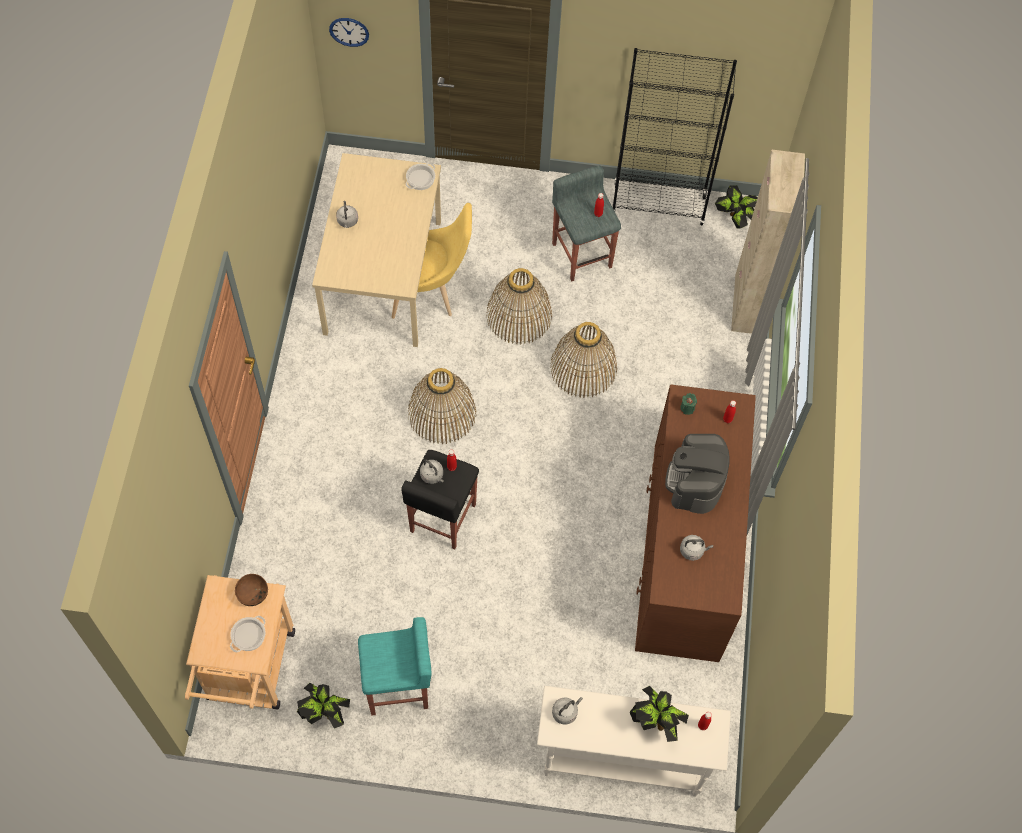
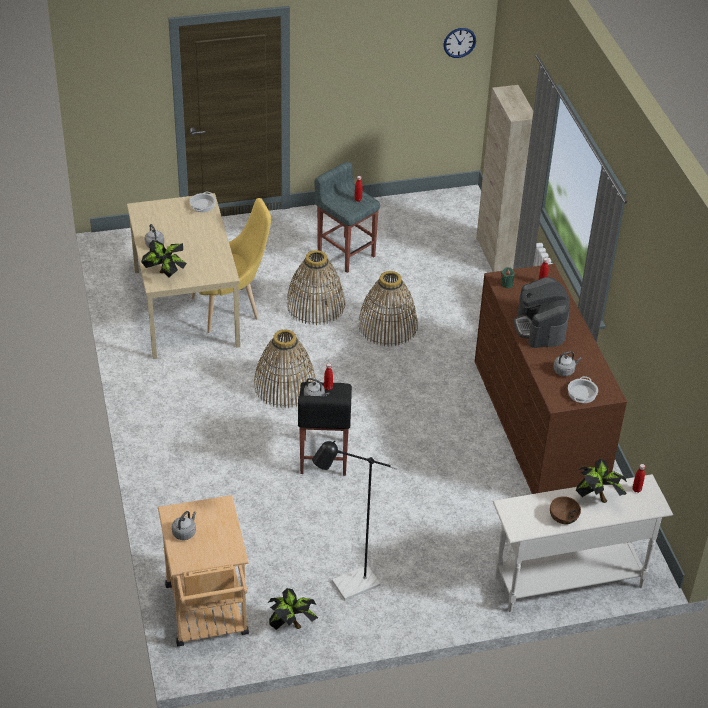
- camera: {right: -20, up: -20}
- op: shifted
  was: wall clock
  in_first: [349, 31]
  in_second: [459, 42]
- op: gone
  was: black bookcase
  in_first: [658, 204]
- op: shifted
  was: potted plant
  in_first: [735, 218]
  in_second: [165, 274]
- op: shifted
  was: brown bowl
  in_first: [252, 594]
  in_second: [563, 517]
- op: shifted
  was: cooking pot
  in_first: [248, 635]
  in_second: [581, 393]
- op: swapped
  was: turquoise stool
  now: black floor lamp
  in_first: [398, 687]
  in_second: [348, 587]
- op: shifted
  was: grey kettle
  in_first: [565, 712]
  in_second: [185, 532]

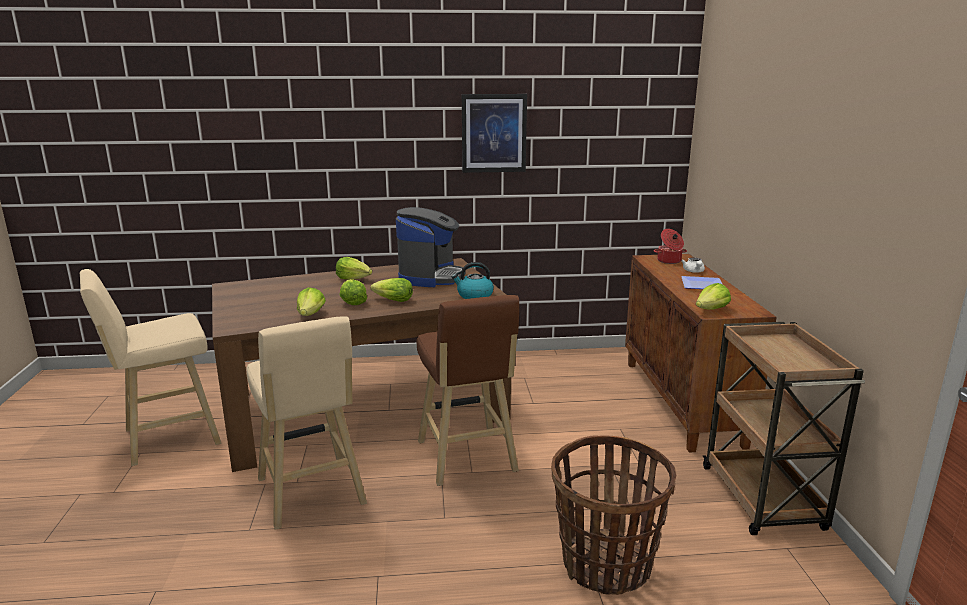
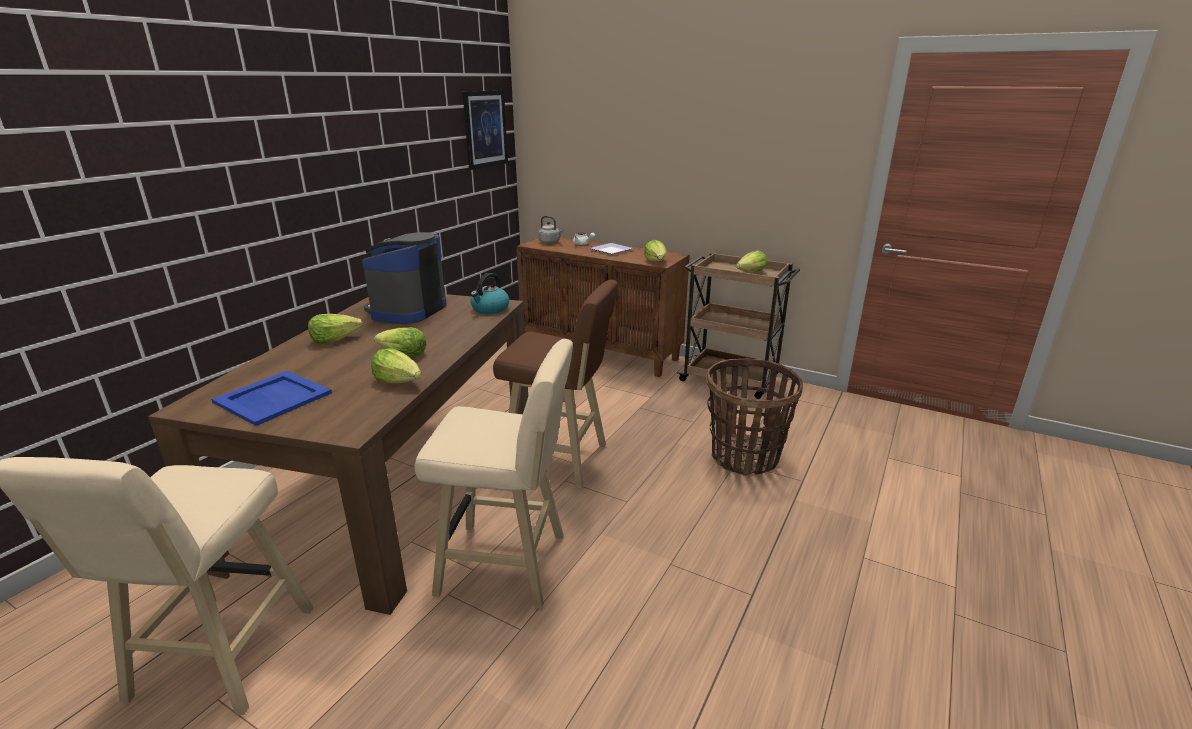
- camera: {right: -55, up: 5}
- op: shifted
  was: picture
  in_first: [494, 133]
  in_second: [485, 129]
- op: rotated
  was: coffee machine
  in_first: [431, 277]
  in_second: [407, 310]
  clockwise: -120
- op: swapped
  was: cooking pot
  now: grey kettle
  in_first: [669, 261]
  in_second: [550, 242]
- op: shifted
  was: lettuce
  in_first: [393, 300]
  in_second: [751, 272]
- op: new
  now: blue tray
  in_second: [272, 398]

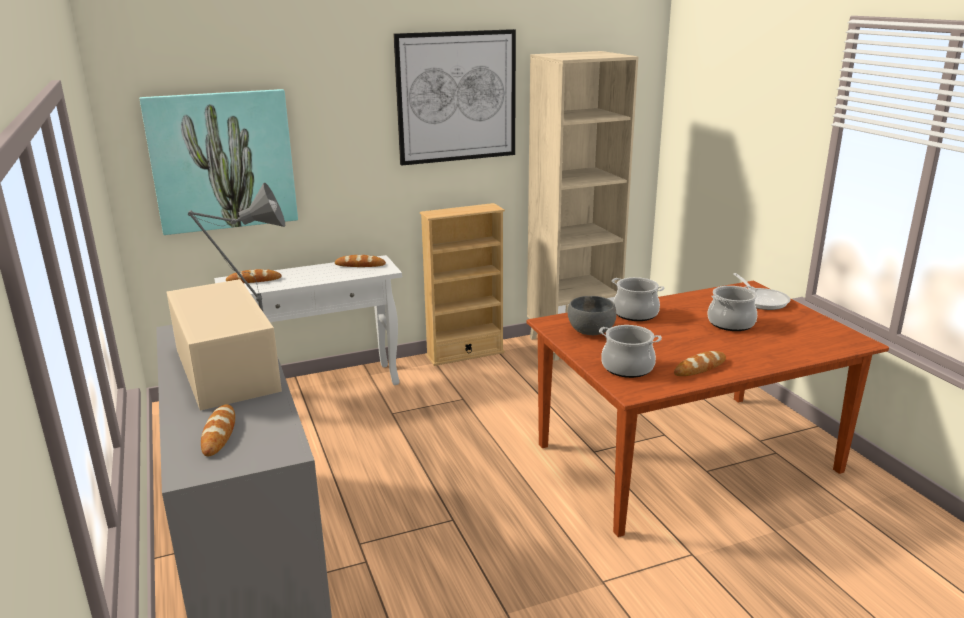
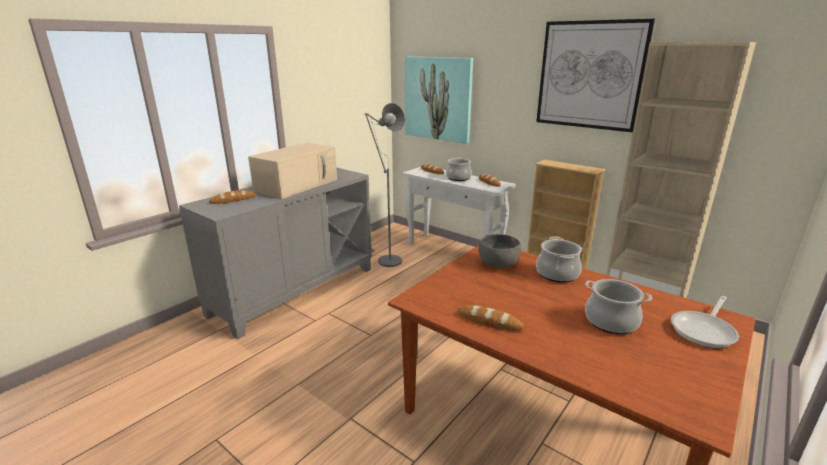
- camera: {right: 60, up: 0}
- op: shifted
  was: cooking pot
  in_first: [627, 367]
  in_second: [458, 178]

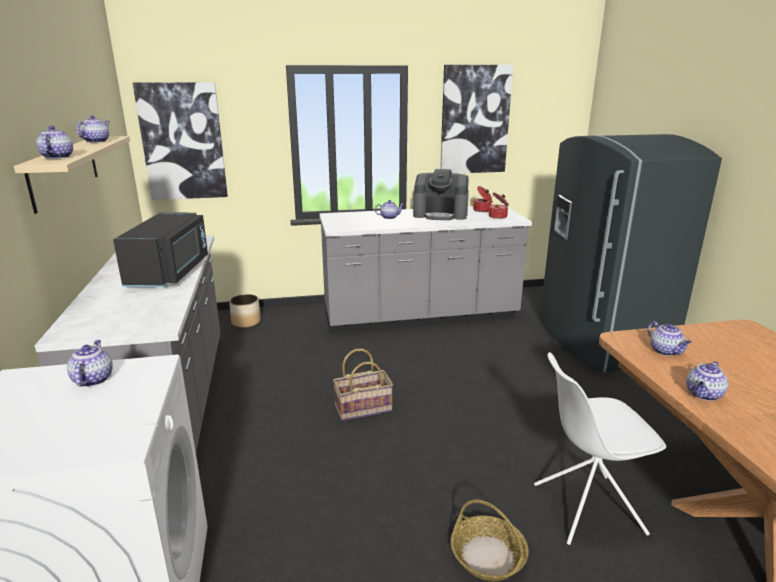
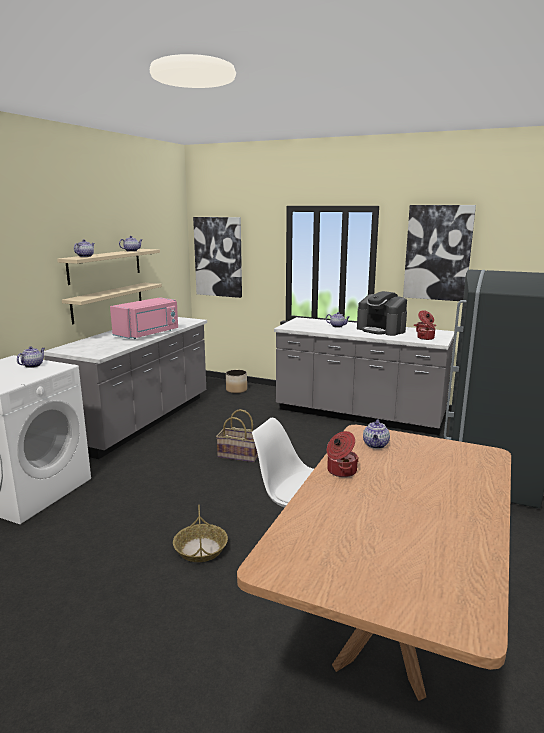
- camera: {right: 35, up: -5}
- op: repainted
  was: black microwave
  now: pink microwave
  in_first: [171, 272]
  in_second: [148, 334]
- op: swapped
  was: teapot
  now: cooking pot
  in_first: [704, 395]
  in_second: [341, 471]
- op: new
  now: beige shelf
  in_second: [108, 302]

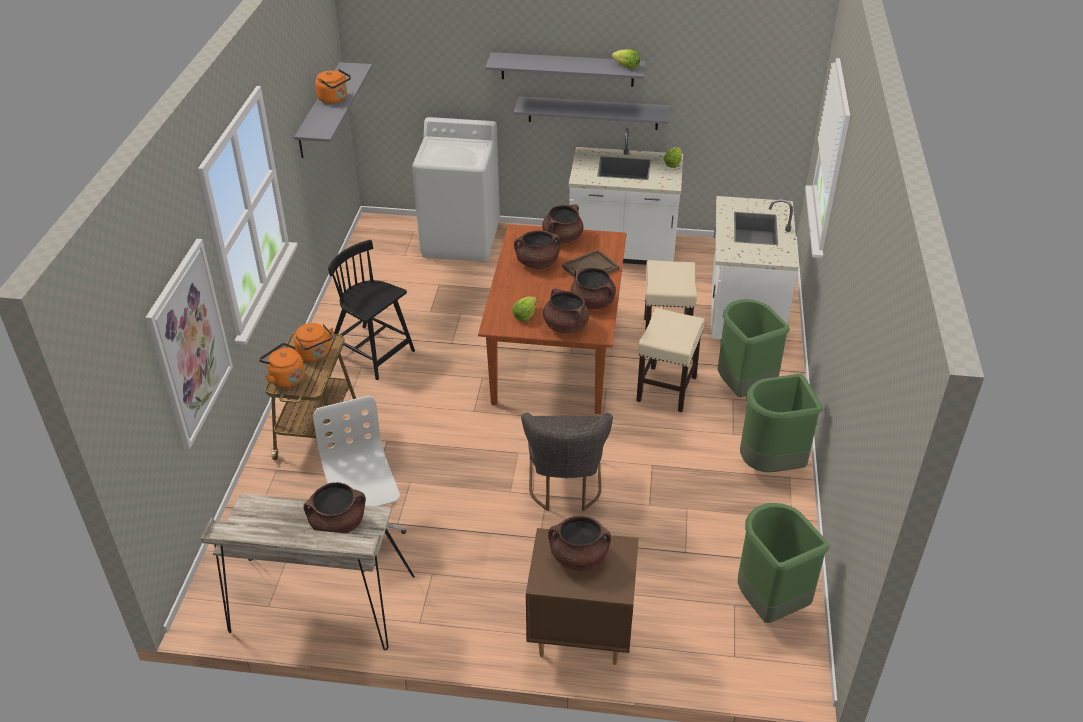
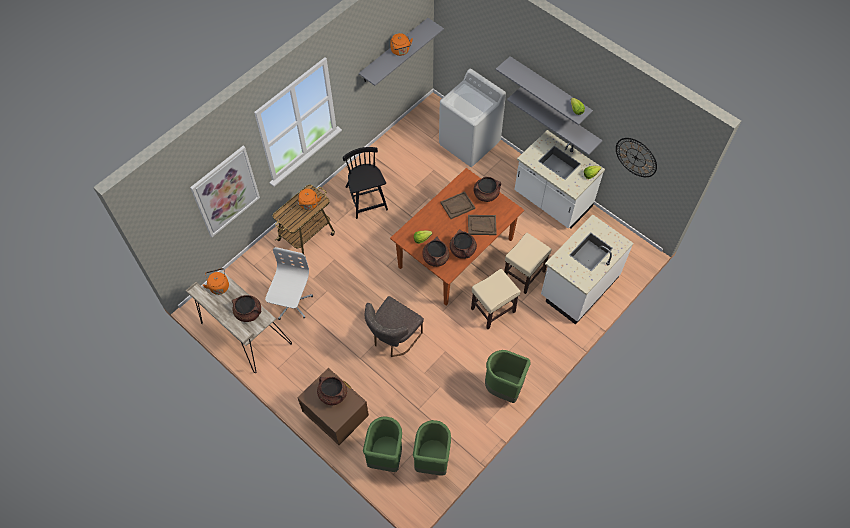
- camera: {right: 35, up: 20}
- op: swapped
  was: brown cooking pot
  now: brown tray
  in_first: [537, 263]
  in_second: [457, 206]
- op: shifted
  was: green trash can
  in_first: [742, 387]
  in_second: [385, 456]
- op: shifted
  was: orange kettle
  in_first: [285, 378]
  in_second: [219, 286]
- op: new
  now: wall clock
  in_second: [636, 157]

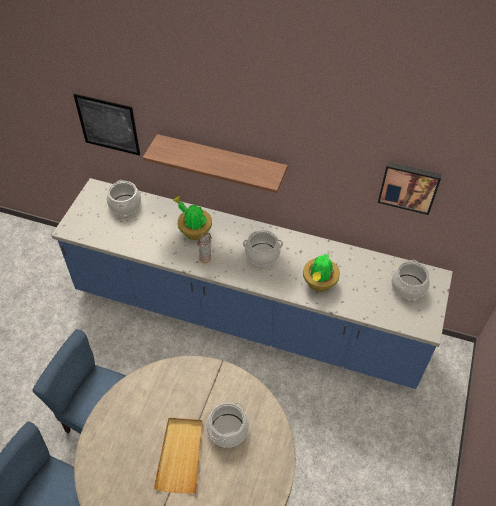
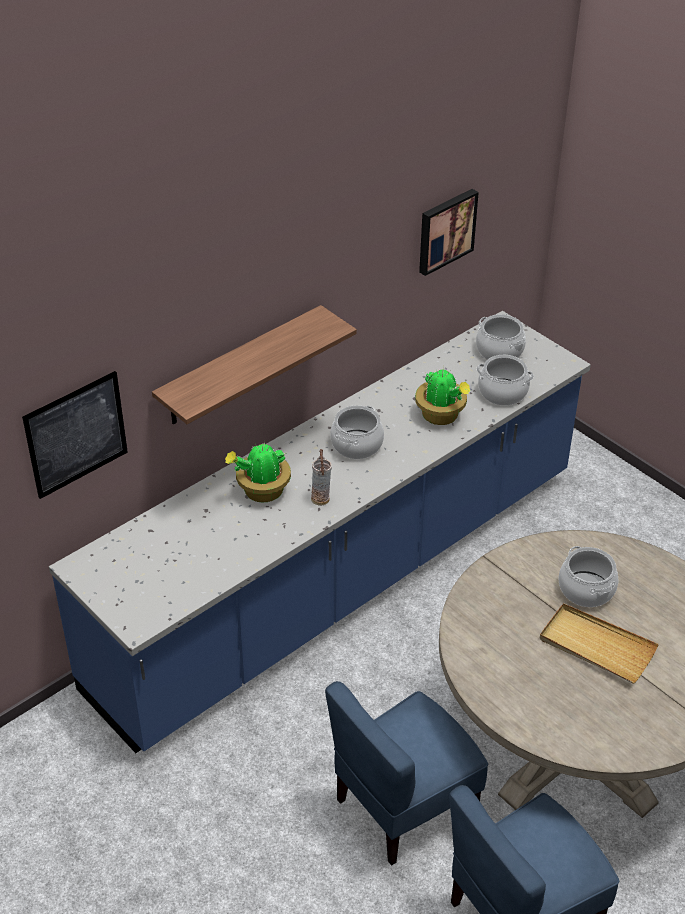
- camera: {right: -60, up: -10}
- op: shifted
  was: cooking pot
  in_first: [125, 205]
  in_second: [503, 392]

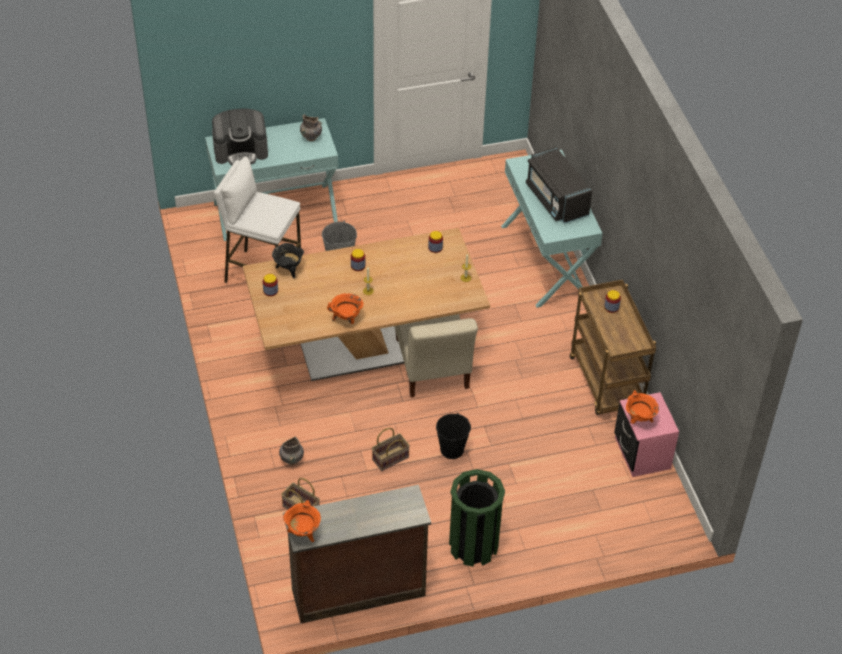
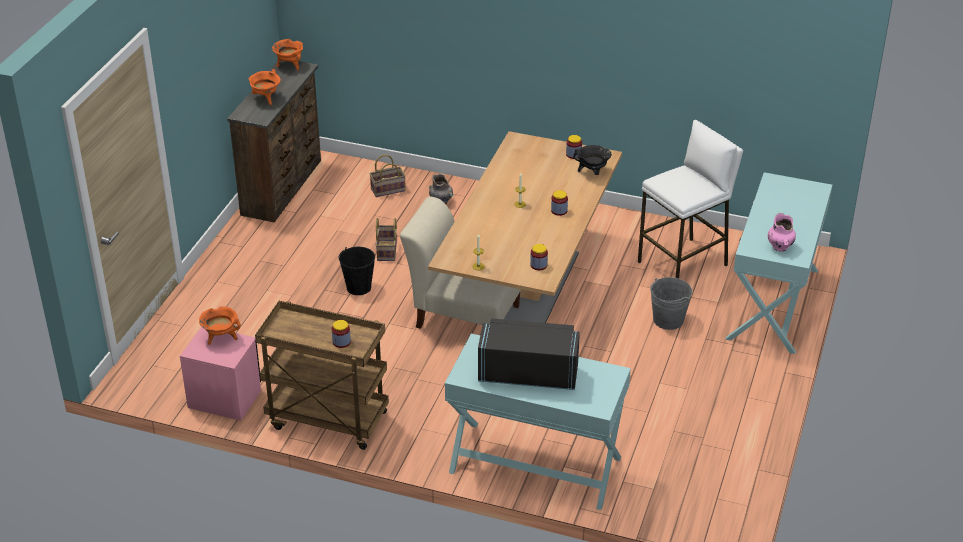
- camera: {right: 125, up: -10}
- op: gone
  was: coffee machine
  in_first: [241, 151]
- op: repainted
  was: grey vase
  now: pink vase
  in_first: [311, 137]
  in_second: [780, 247]
- op: shifted
  was: orange cooking pot
  in_first: [346, 319]
  in_second: [266, 99]
- op: gone
  was: green trash can
  in_first: [473, 545]

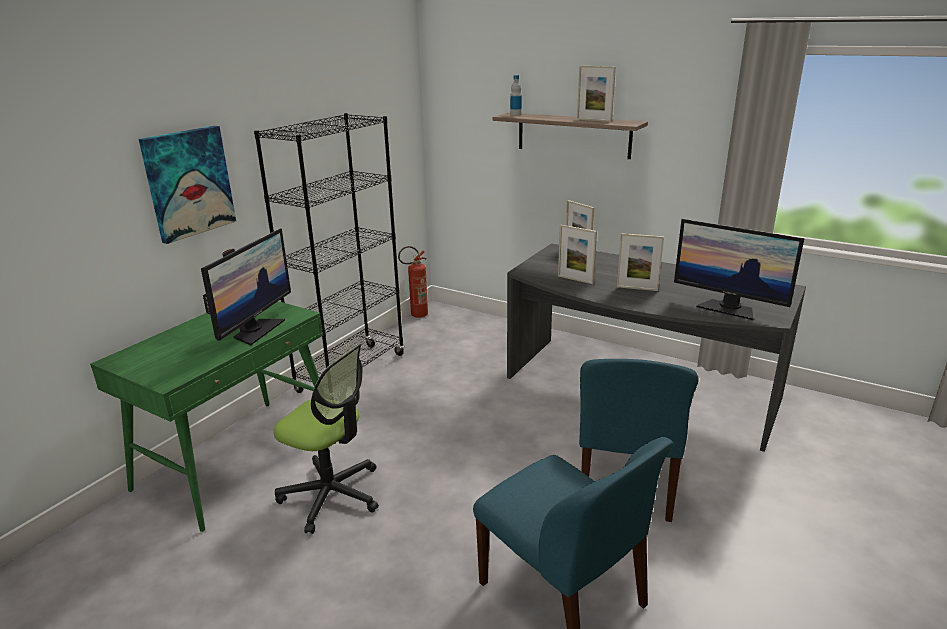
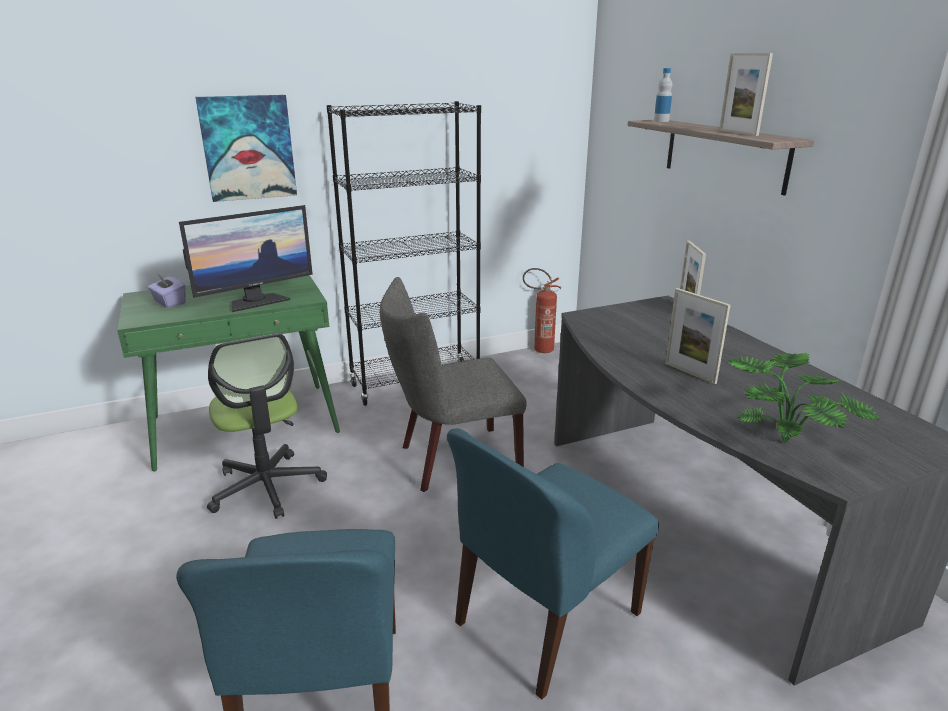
- camera: {right: 35, up: 0}
- op: swapped
  was: monitor
  now: potted plant
  in_first: [728, 308]
  in_second: [785, 438]
- op: gone
  was: picture frame
  in_first: [575, 279]
- op: new
  now: purple tissue box
  in_second: [169, 302]
- op: new
  now: grey chair
  in_second: [452, 460]

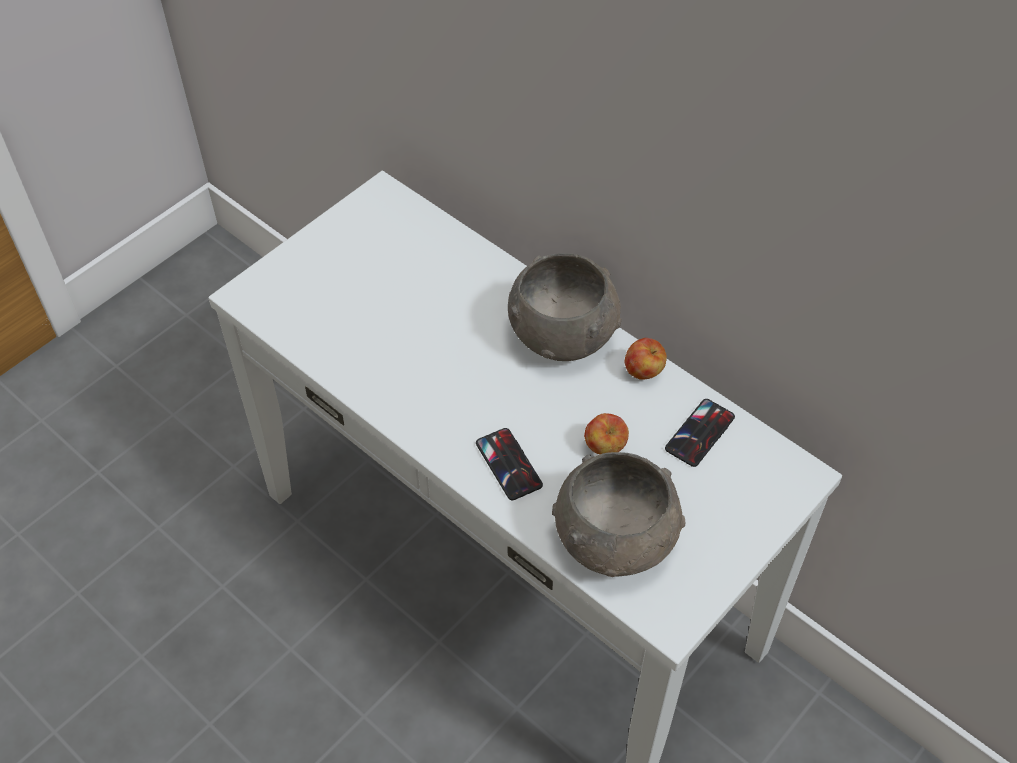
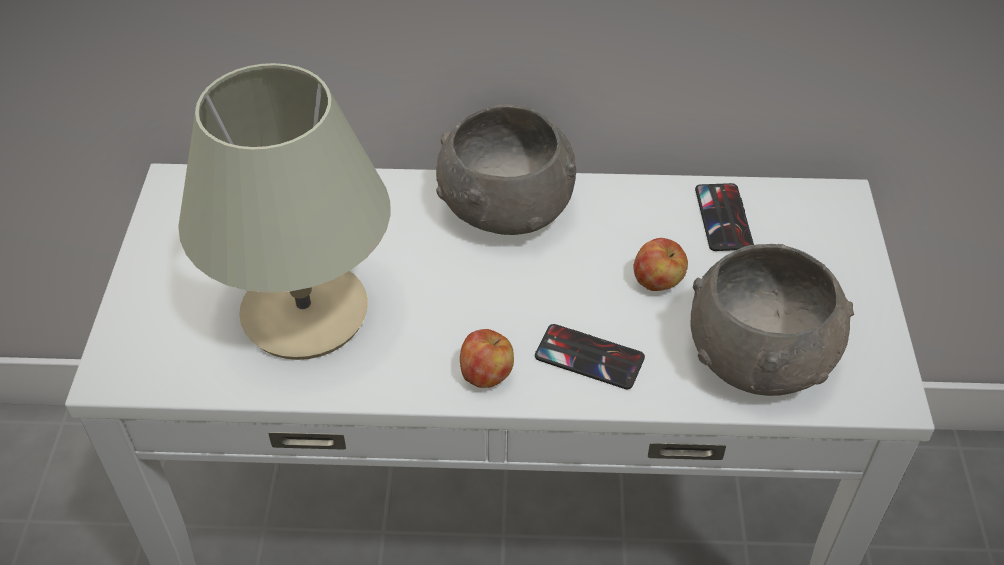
- camera: {right: -40, up: -5}
- op: shifted
  was: apple
  in_first: [644, 371]
  in_second: [486, 375]
- op: new
  now: beige table lamp
  in_second: [303, 314]

